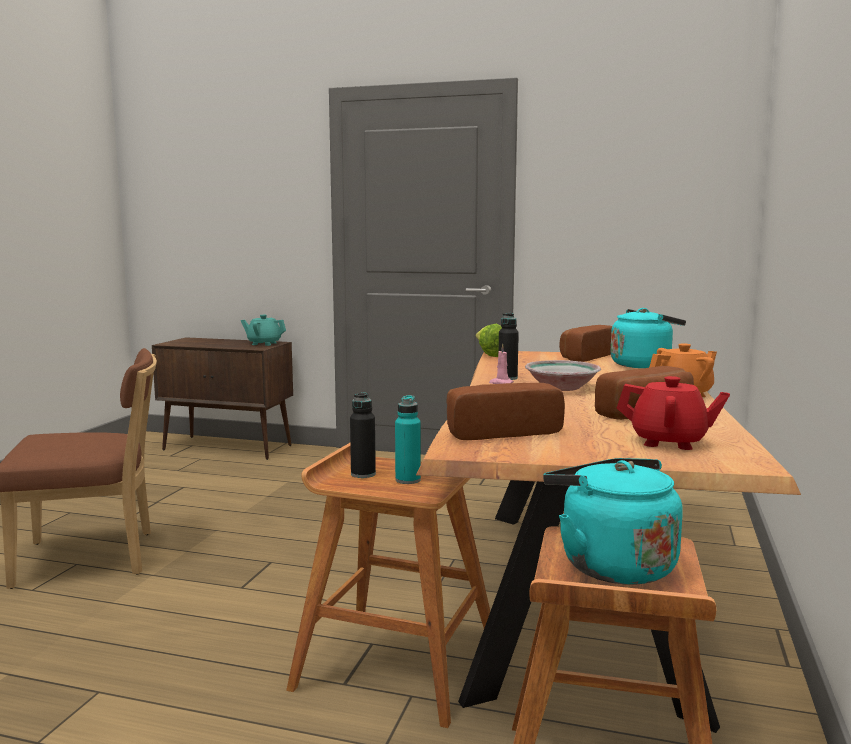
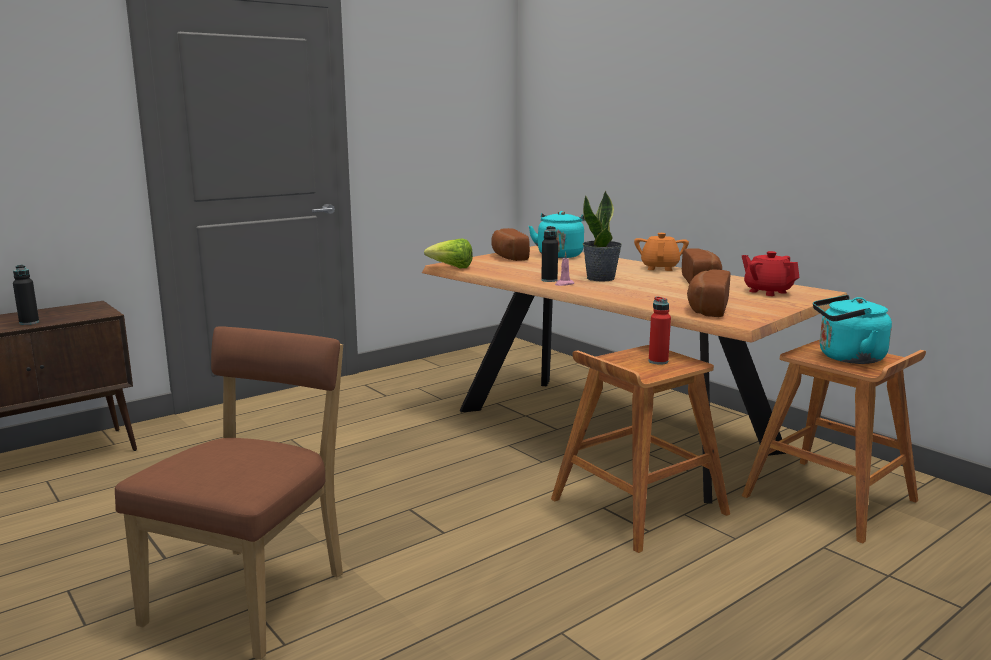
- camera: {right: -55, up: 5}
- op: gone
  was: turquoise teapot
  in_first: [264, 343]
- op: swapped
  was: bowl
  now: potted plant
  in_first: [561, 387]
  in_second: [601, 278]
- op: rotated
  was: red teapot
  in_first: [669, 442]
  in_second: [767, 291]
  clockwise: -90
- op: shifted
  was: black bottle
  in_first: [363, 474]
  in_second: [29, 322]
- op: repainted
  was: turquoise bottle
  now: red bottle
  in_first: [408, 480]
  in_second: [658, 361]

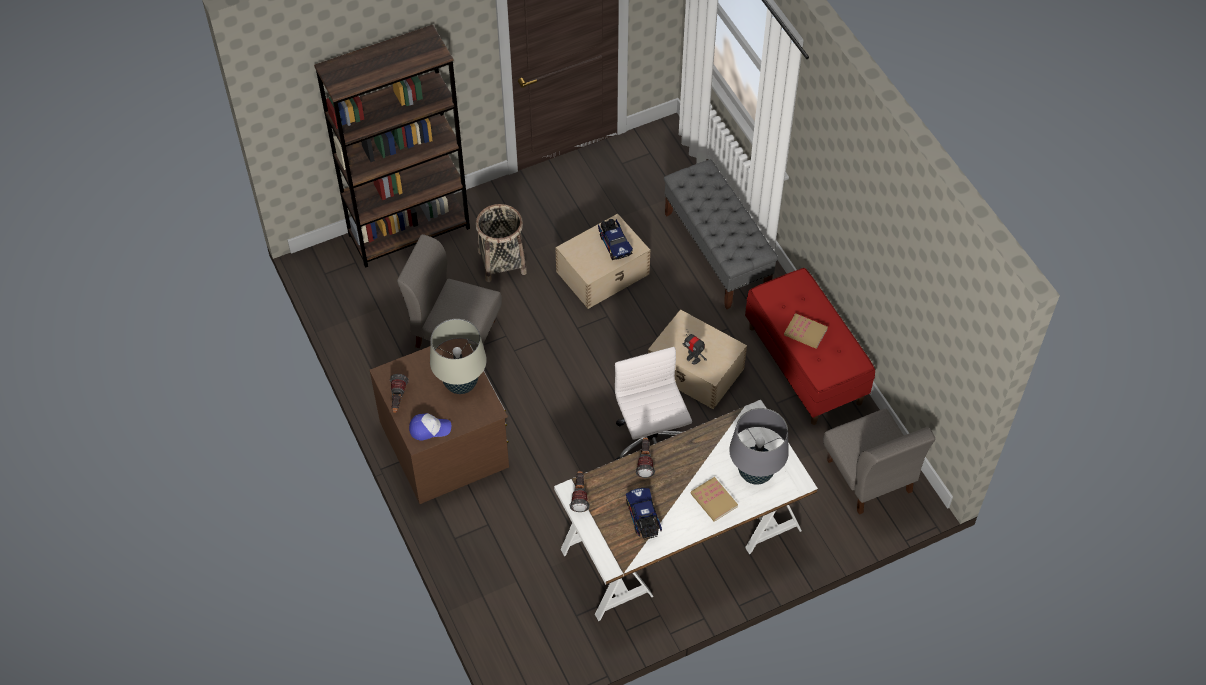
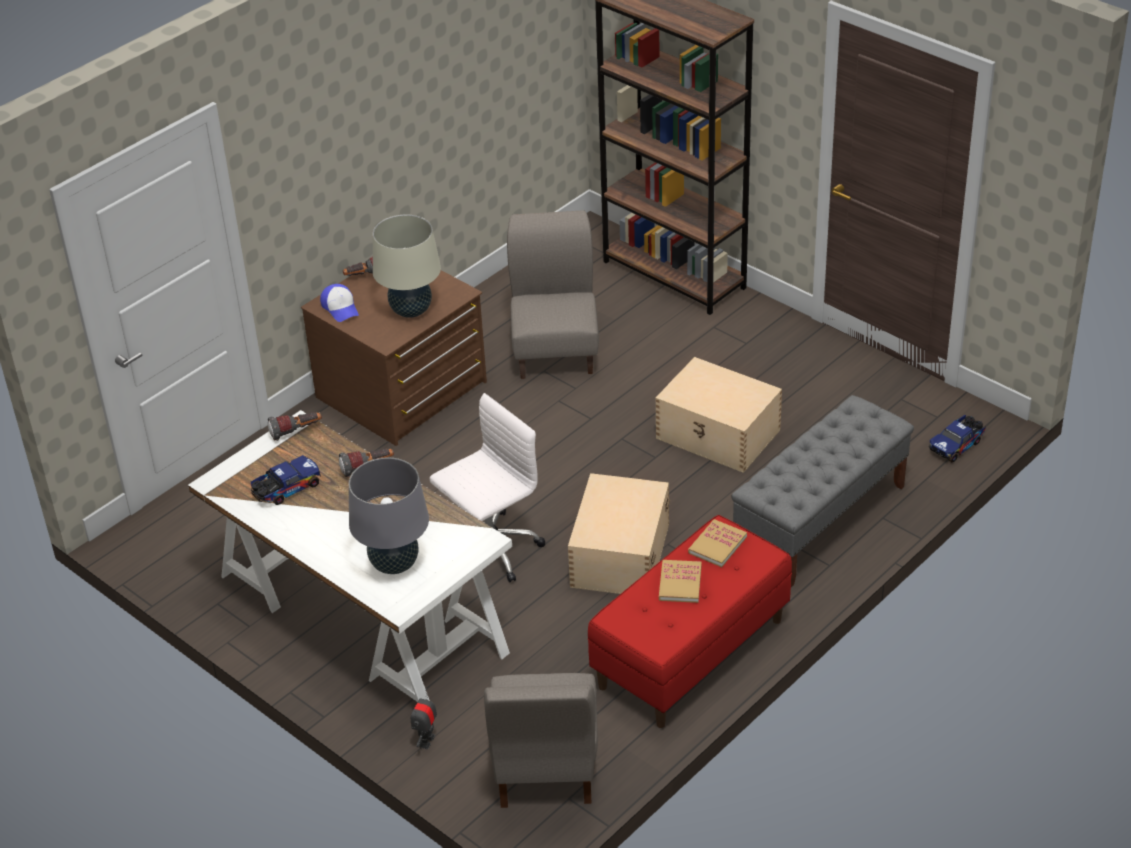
- camera: {right: 70, up: -15}
- op: gone
  was: basket
  in_first: [502, 262]
- op: shifted
  was: toy truck
  in_first: [614, 243]
  in_second: [957, 445]
- op: shifted
  was: toy robot
  in_first: [693, 358]
  in_second: [426, 741]
- op: rotated
  was: grey chair
  in_first: [869, 476]
  in_second: [545, 766]
  clockwise: -45
- op: shifted
  was: book
  in_first: [714, 500]
  in_second: [717, 545]

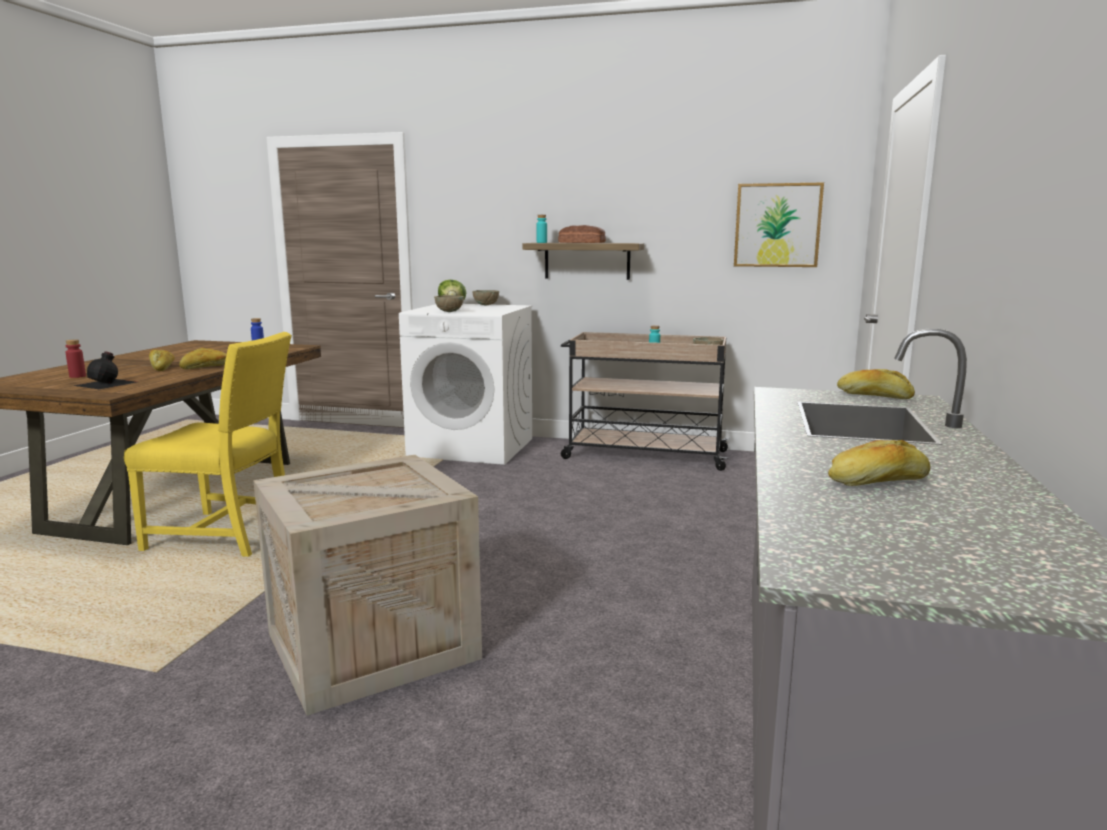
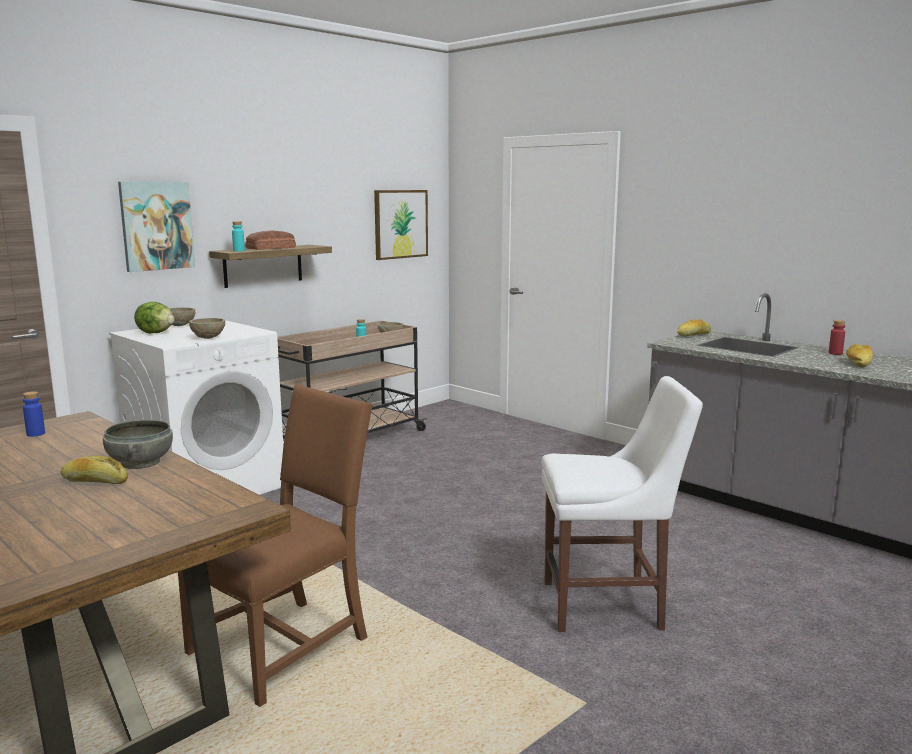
- camera: {right: -60, up: 0}
- op: repainted
  was: yellow chair
  now: brown chair
  in_first: [227, 536]
  in_second: [285, 646]
- op: shifted
  was: red bottle
  in_first: [77, 376]
  in_second: [835, 353]
- op: swapped
  was: bread
  now: grey bowl
  in_first: [205, 367]
  in_second: [139, 463]
- op: gone
  was: black bottle
  in_first: [107, 383]
- op: swapped
  was: crate
  now: white chair
  in_first: [370, 648]
  in_second: [608, 605]
- op: new
  now: picture
  in_second: [156, 226]

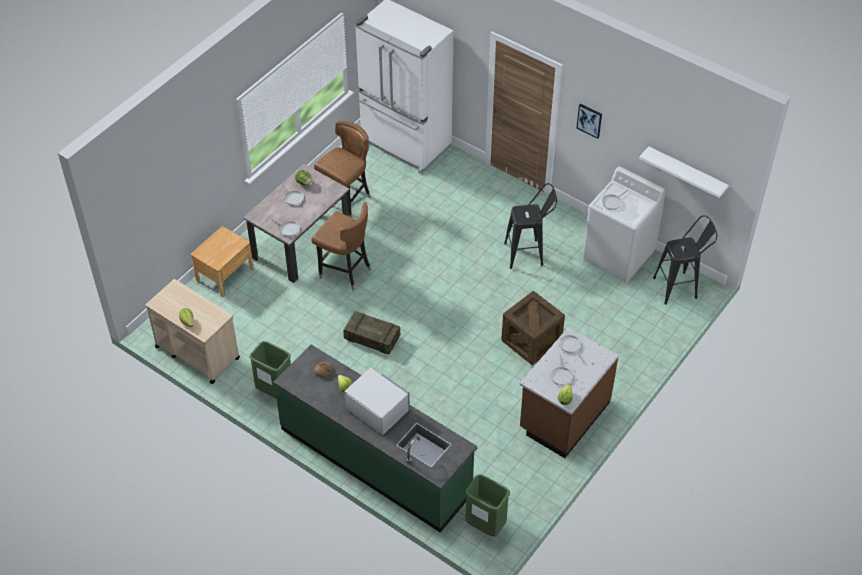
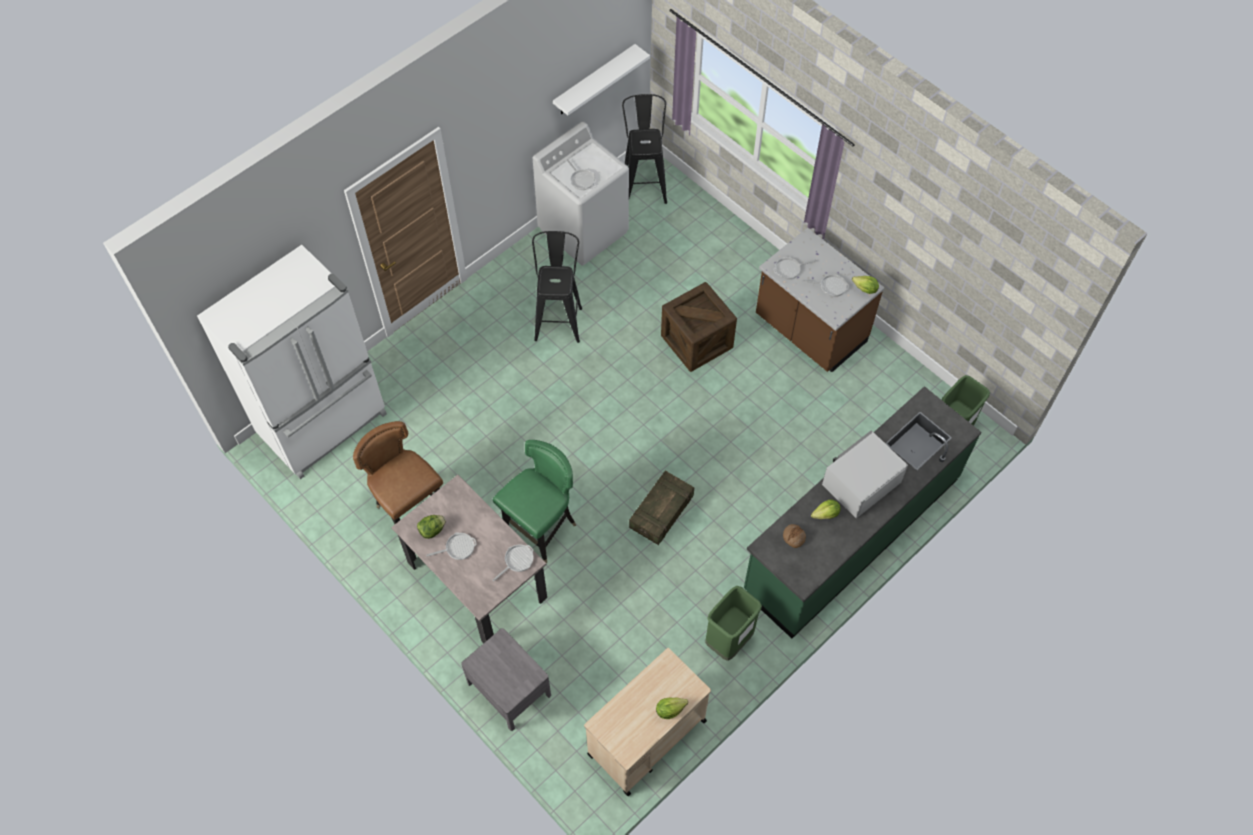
- camera: {right: -80, up: 10}
- op: gone
  was: picture
  in_first: [589, 120]
- op: repainted
  was: brown chair
  now: green chair
  in_first: [345, 272]
  in_second: [541, 530]
- op: repainted
  was: brown nightstand
  now: grey nightstand
  in_first: [225, 274]
  in_second: [509, 688]

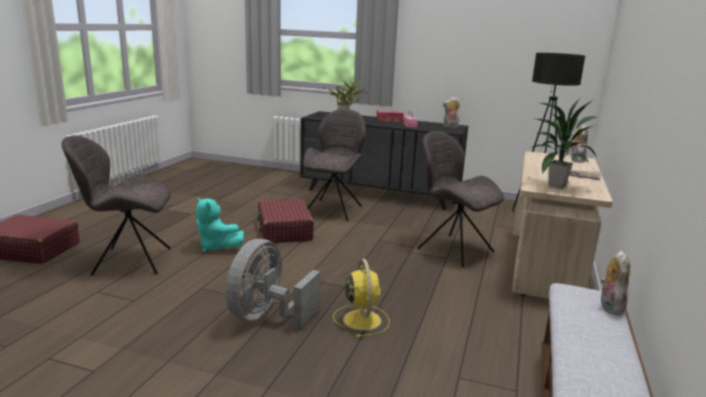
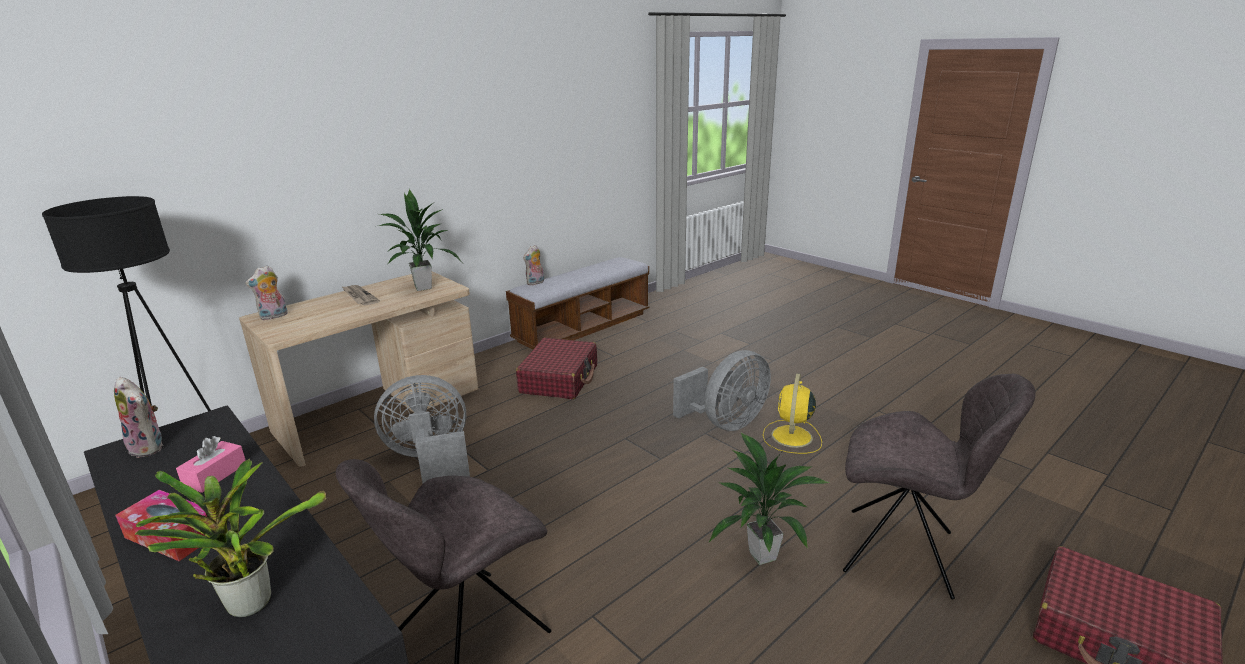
- camera: {right: -150, up: 5}
- op: swapped
  was: grey chair
  now: grey fan
  in_first: [453, 249]
  in_second: [430, 459]
- op: swapped
  was: turquoise plush toy
  now: potted plant
  in_first: [216, 247]
  in_second: [762, 555]
- op: shifted
  was: red suitcase
  in_first: [284, 230]
  in_second: [559, 379]
- op: shifted
  was: yellow fan
  in_first: [361, 319]
  in_second: [791, 437]

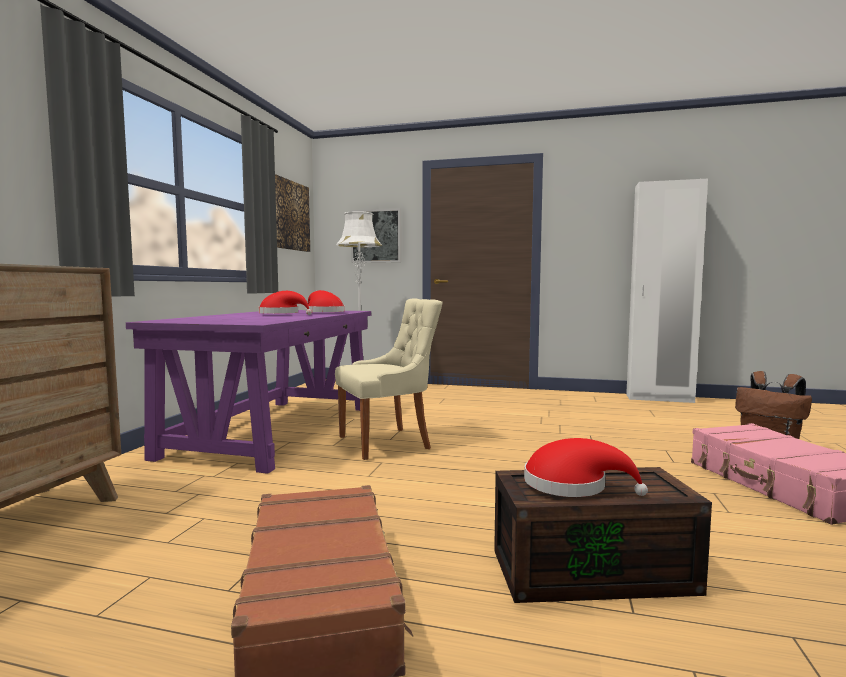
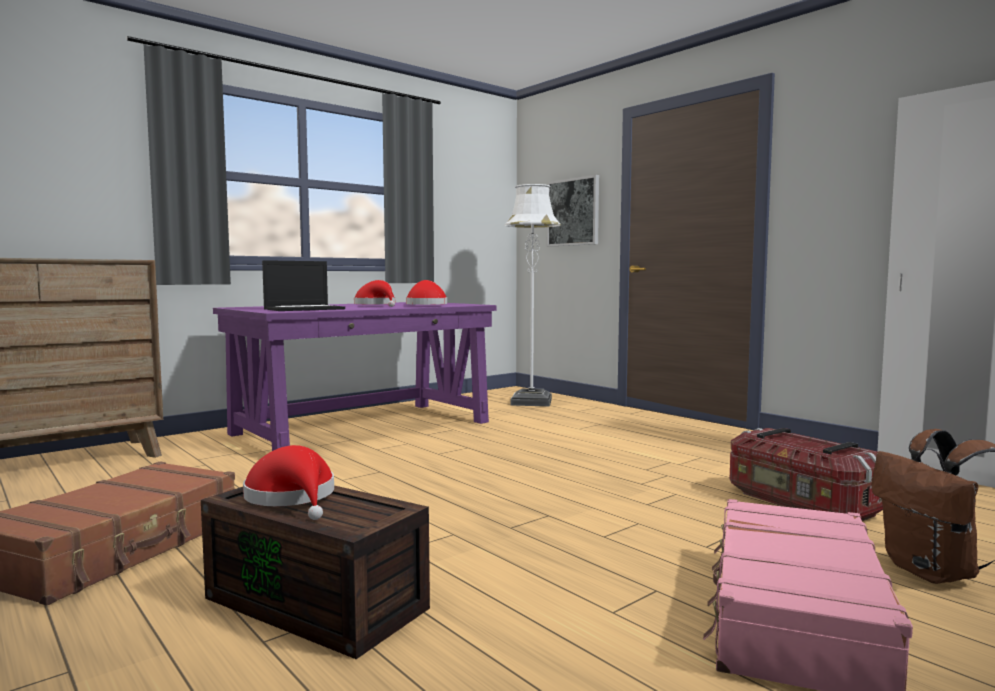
- camera: {right: 35, up: 0}
- op: gone
  was: picture
  in_first: [290, 215]
- op: gone
  was: beige chair
  in_first: [387, 442]
- op: new
  now: laptop
  in_second: [304, 309]
- op: new
  now: storage box
  in_second: [800, 503]

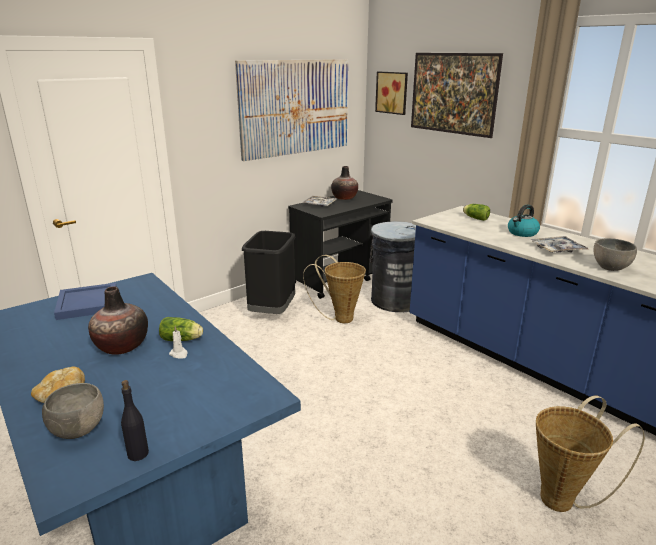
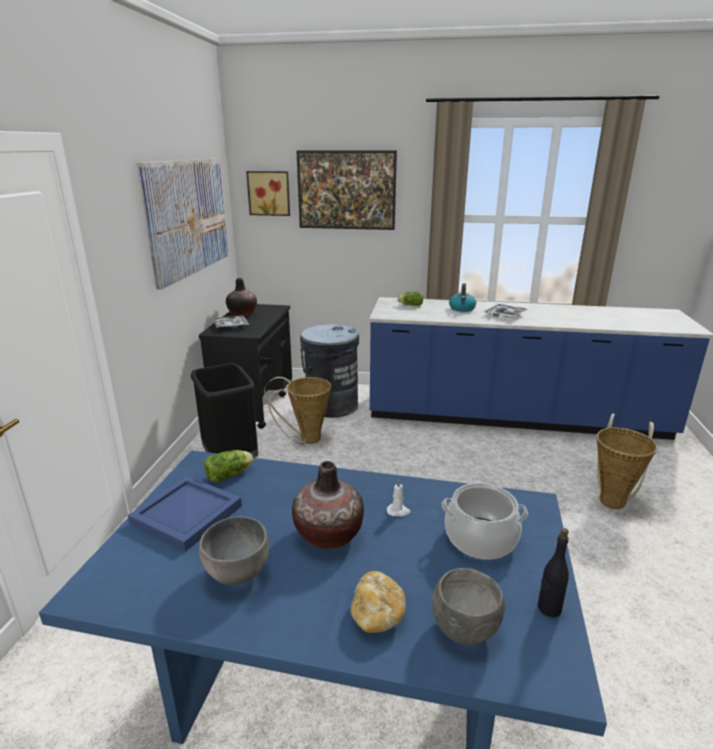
- camera: {right: -40, up: 0}
- op: shifted
  was: grey bowl
  in_first: [610, 268]
  in_second: [237, 573]
- op: shifted
  was: lettuce
  in_first: [182, 339]
  in_second: [230, 474]
- op: new
  now: cooking pot
  in_second: [480, 539]

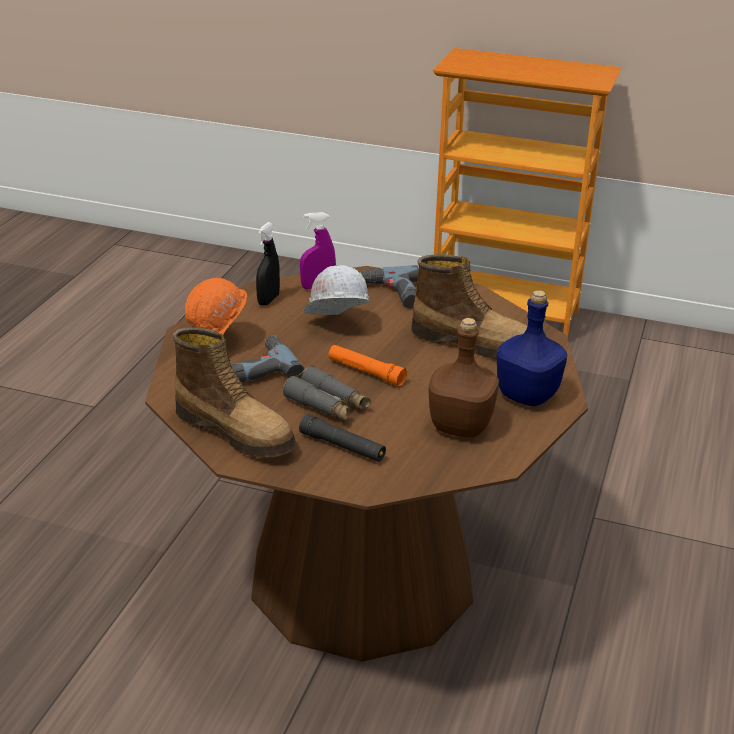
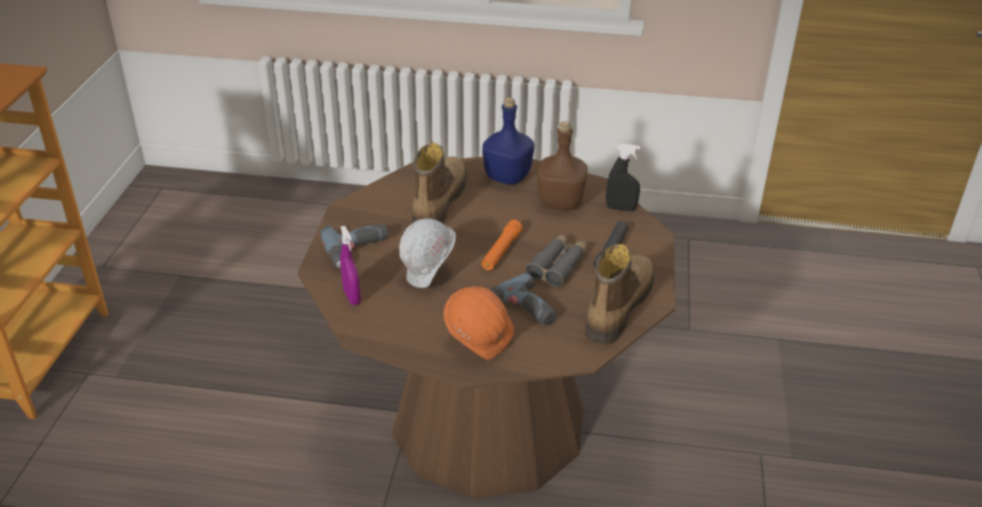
- camera: {right: -100, up: 5}
- op: shifted
  was: black spray bottle
  in_first: [268, 300]
  in_second: [621, 208]

